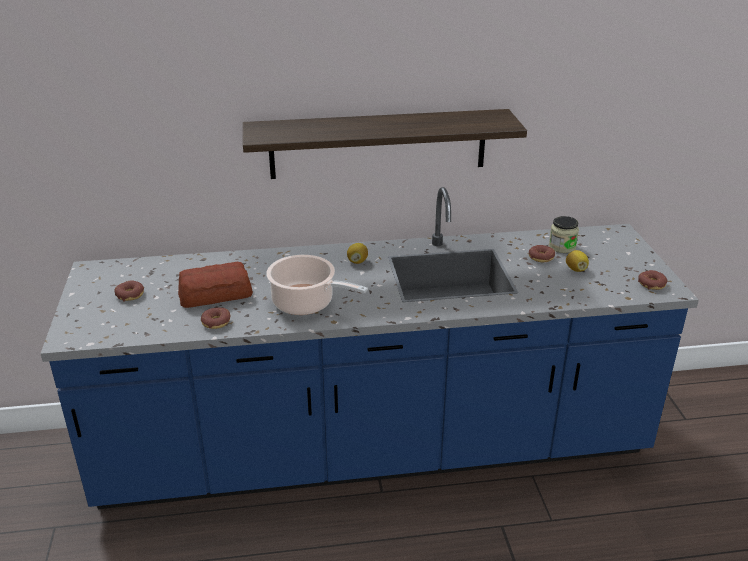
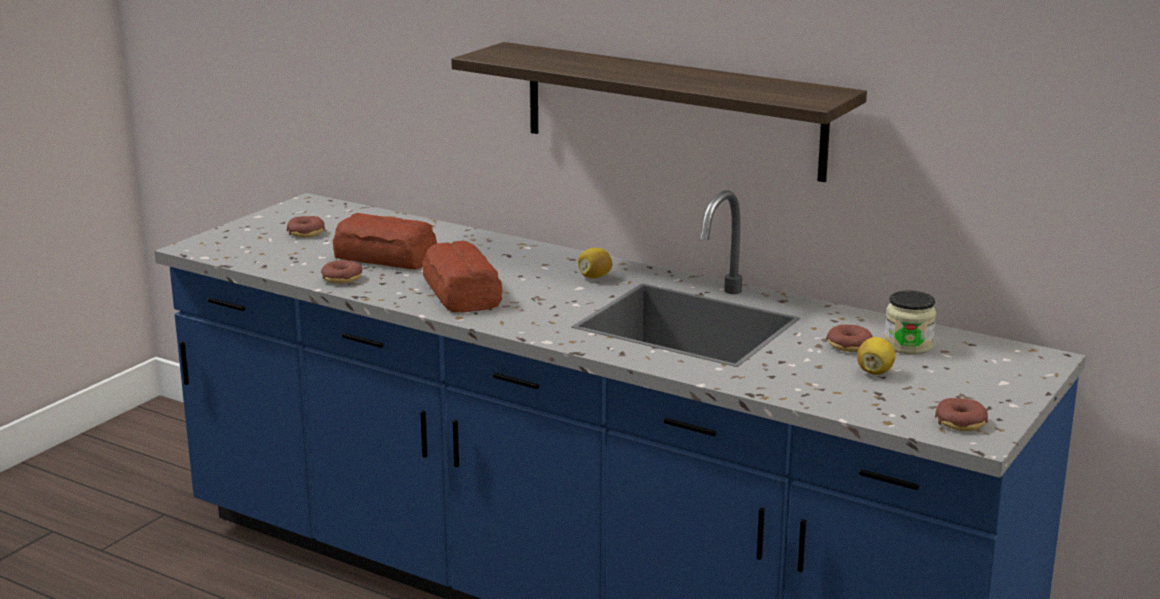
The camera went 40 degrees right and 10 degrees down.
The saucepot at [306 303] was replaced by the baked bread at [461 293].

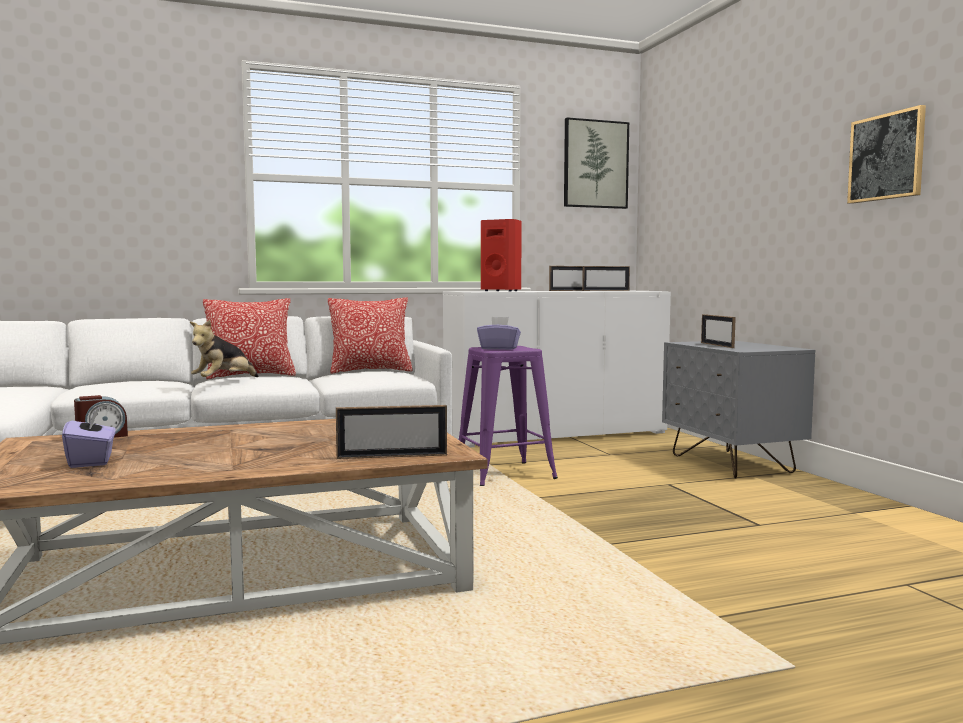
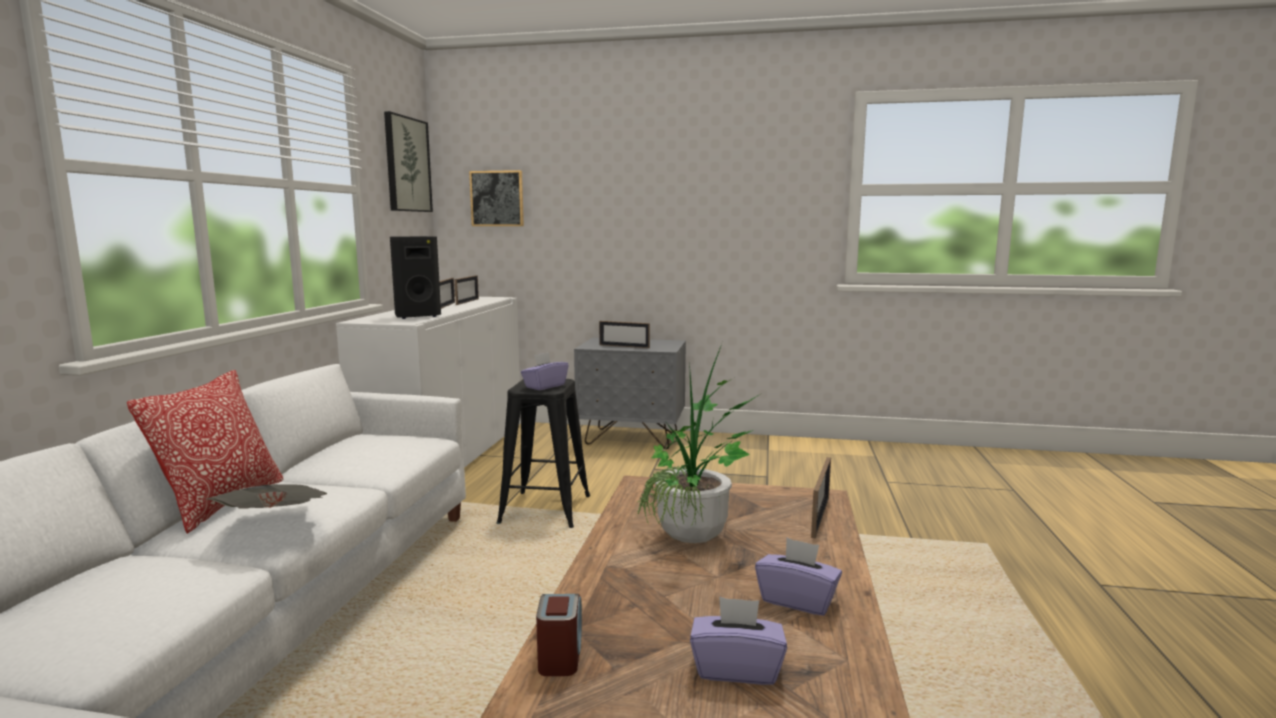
The camera went 60 degrees left and 5 degrees up.
The soft toy at [223 381] was replaced by the printed paper at [275 524].
The red speaker at [502 291] became the black speaker at [416 316].
The wall picture moved from [886 157] to [497 198].
The purple-coloured stool at [504 474] became the black stool at [545 509].
The plant in a pot at [693 544] appeared.
The purple-coloured tissue holder at [797 600] appeared.
The cushion at [370 371] disappeared.

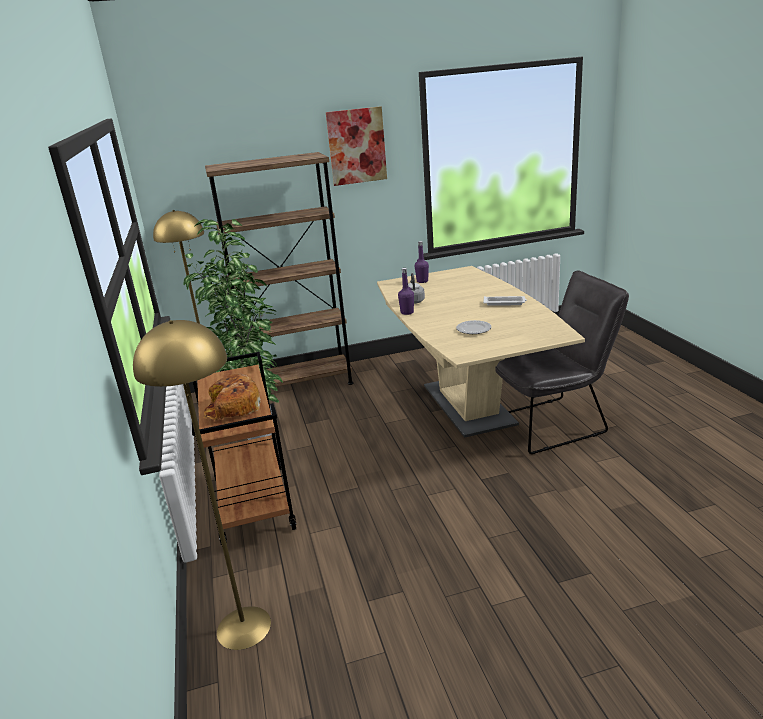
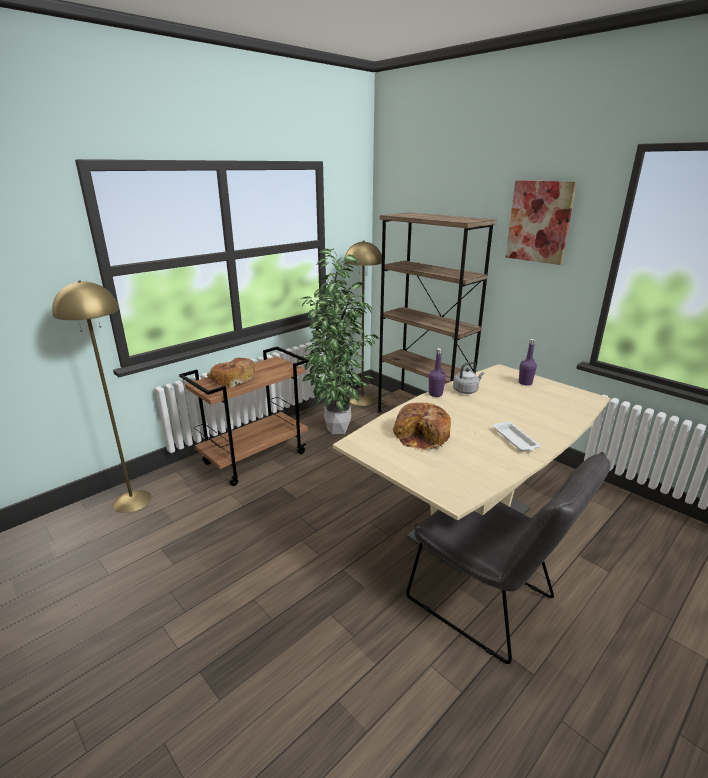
The camera went 60 degrees right and 0 degrees up.
The dinner plate at [473 329] was replaced by the baked bread at [423 435].

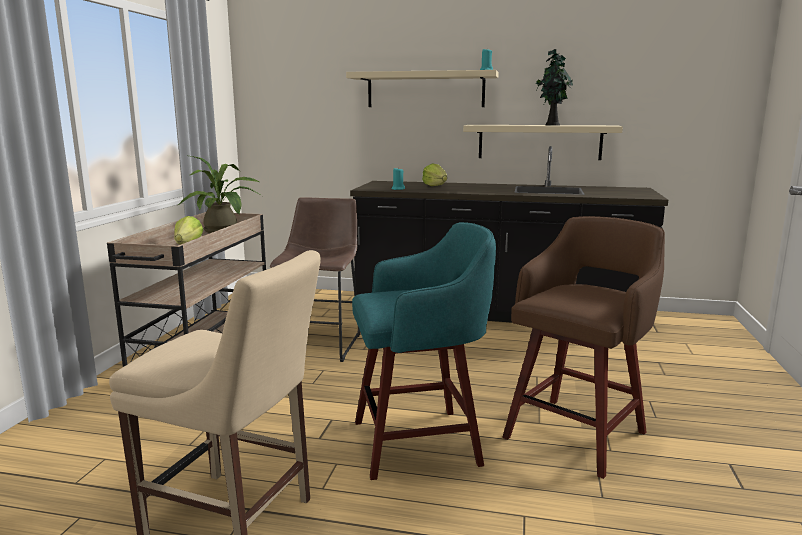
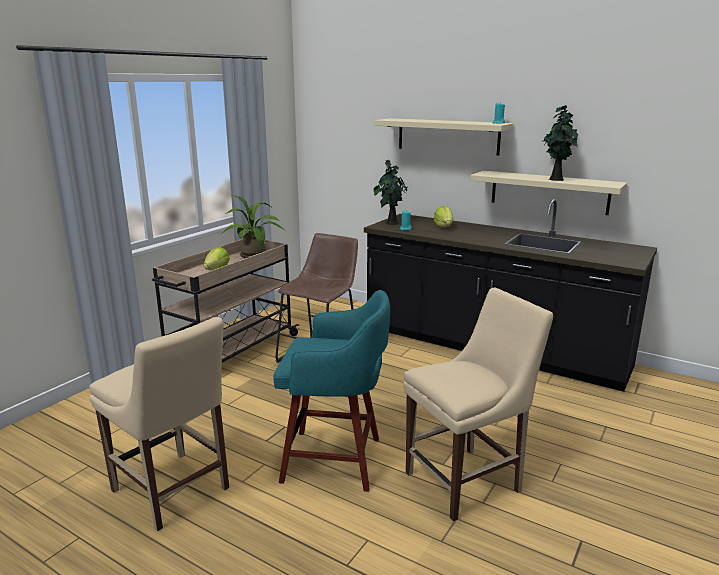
The camera went 20 degrees right and 5 degrees up.
The plant in a pot at [391 223] appeared.
The brown stool at [577 433] was replaced by the beige-coloured chair at [467 480].

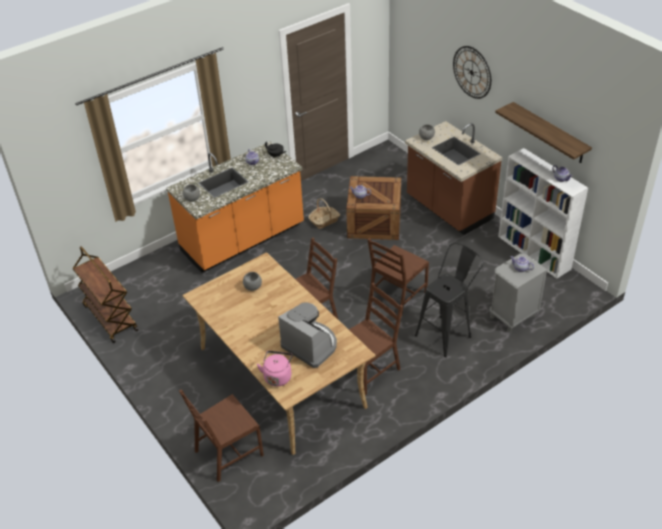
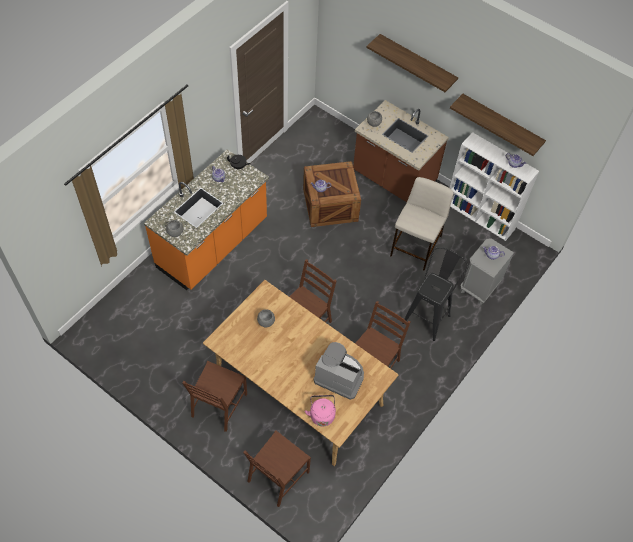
The camera went 20 degrees left and 15 degrees up.
The brown chair moved from [397 296] to [218 405].
The clock on the wall at [472 72] was replaced by the shelf at [417 62].
The beige-coloured stool at [416 246] appeared.
The brown cart at [110 318] disappeared.
The household basket at [324 221] disappeared.

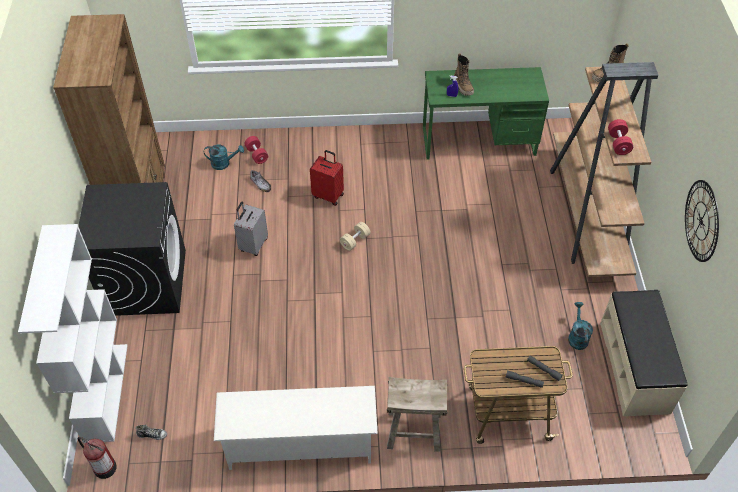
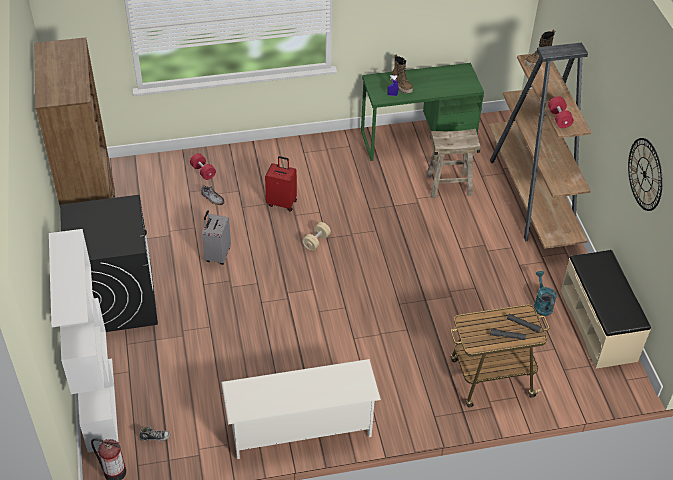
The camera went 10 degrees left and 5 degrees down.
The beige-coloured stool moved from [413 431] to [449 185].
The turquoise sprinkling can at [224 163] disappeared.

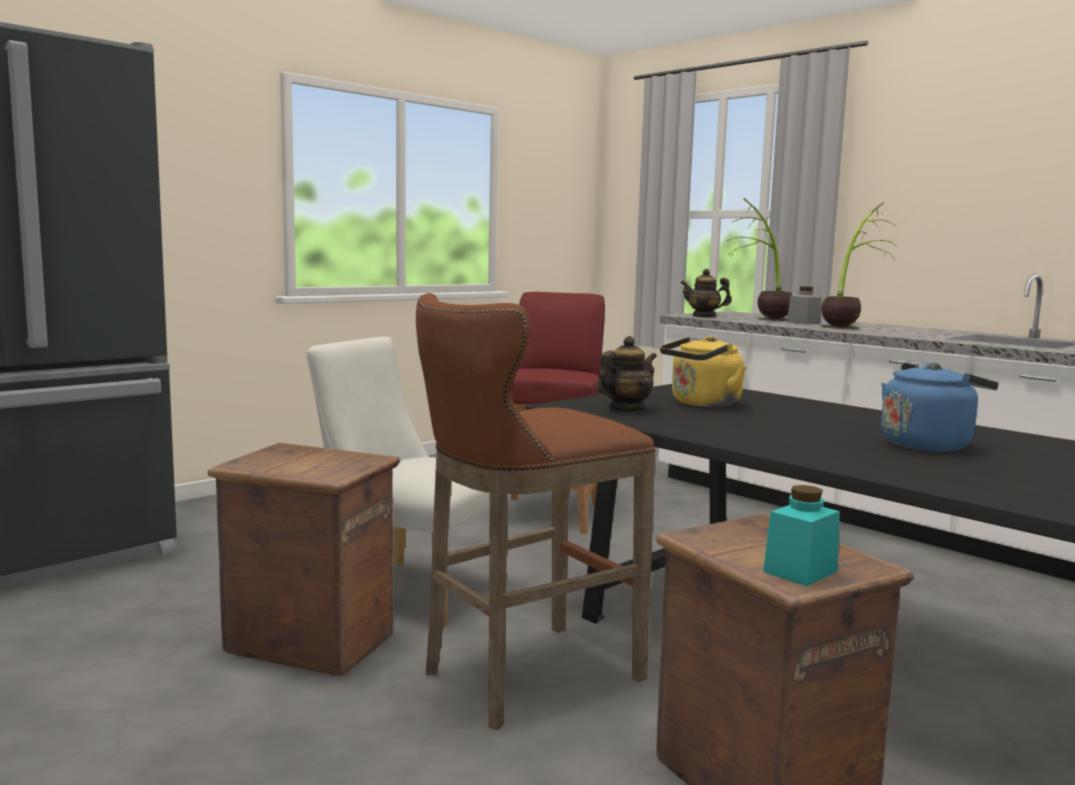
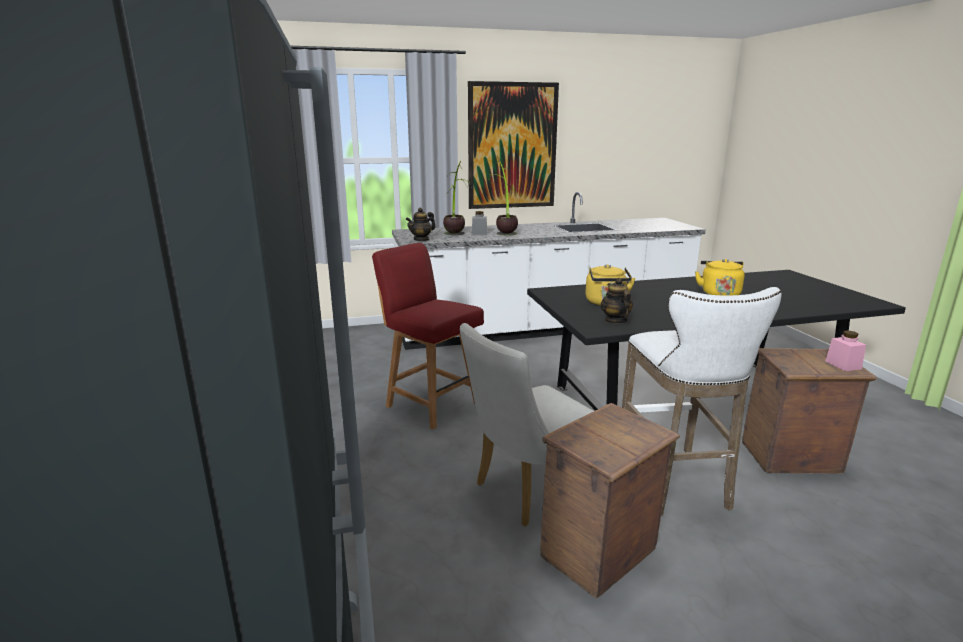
The camera went 60 degrees left and 10 degrees up.
The wall picture at [512 146] appeared.
The brown stool at [523 678] became the white stool at [675 484].
The blue-coloured kettle at [928 445] became the yellowish kettle at [718 294].
The turquoise jar at [800 571] became the pink-coloured jar at [843 365].

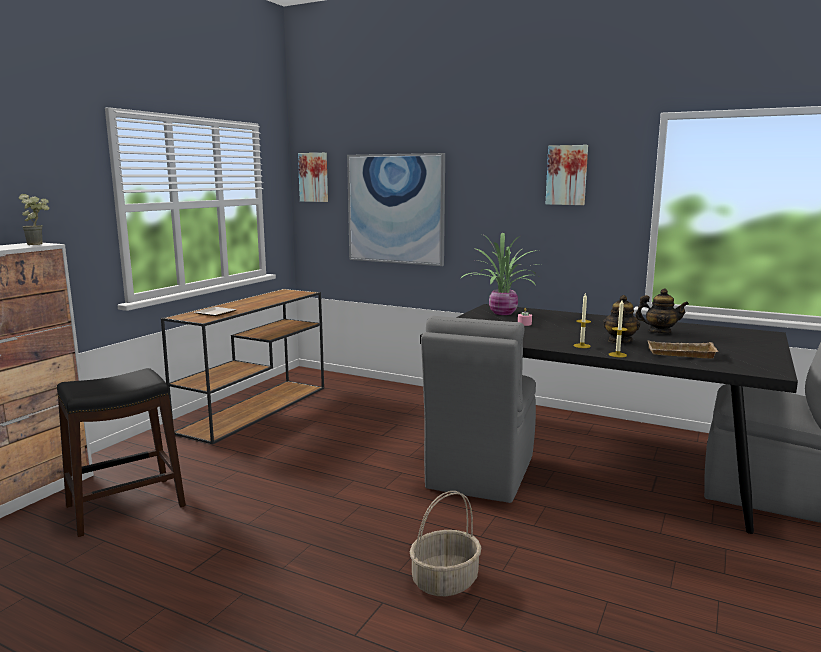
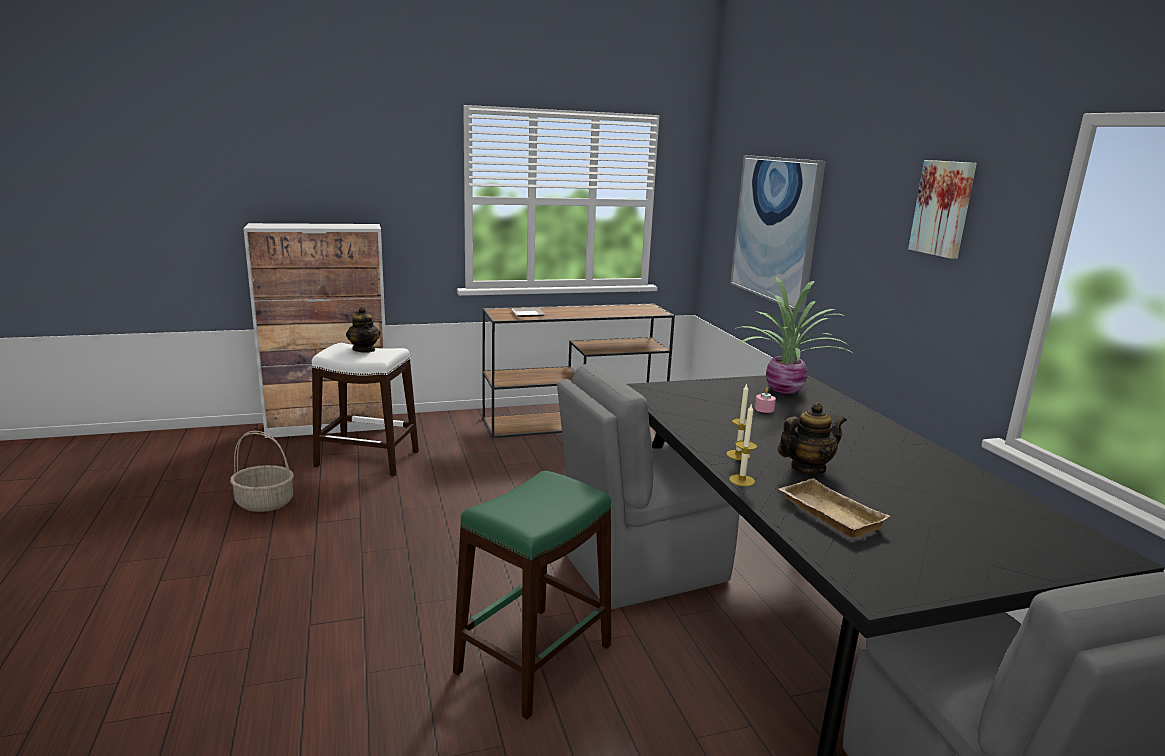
The camera went 45 degrees right and 5 degrees up.
The household basket moved from [445 580] to [265 503].
The black stool at [125 505] became the white stool at [367 458].
The teapot moved from [659 332] to [364 350].
The green-coloured stool at [535 659] appeared.
The plant in a pot at [39 244] disappeared.
The wall picture at [314 177] disappeared.

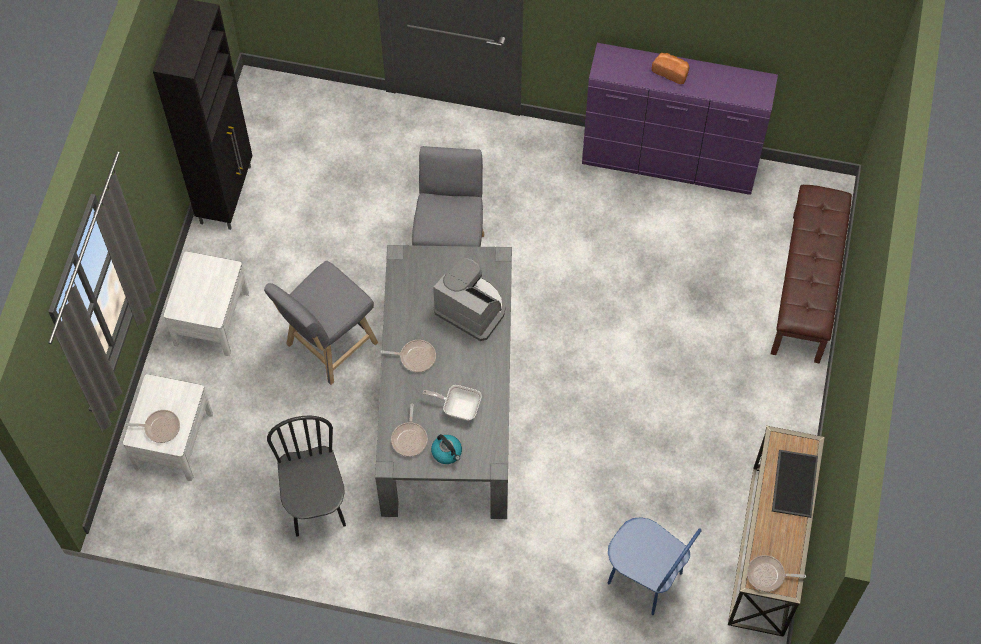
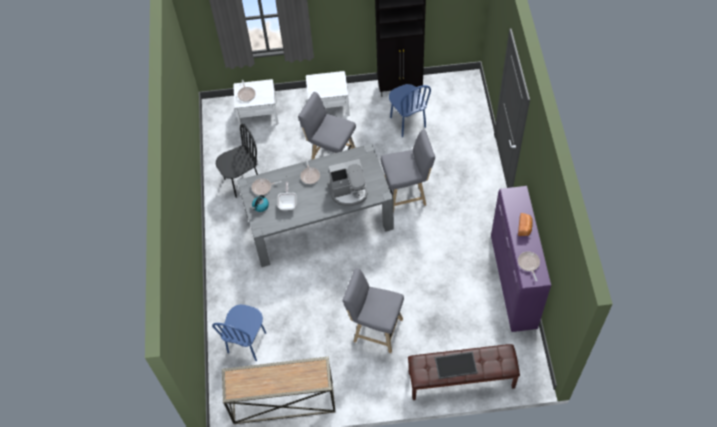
The camera went 75 degrees right and 5 degrees down.
The coffee maker at [472 307] turned 60 degrees clockwise.
The grey stool at [375 329] appeared.
The blue-coloured chair at [407 122] appeared.
The carrying tray moved from [793 483] to [456 364].
The pan moved from [768 575] to [528 264].

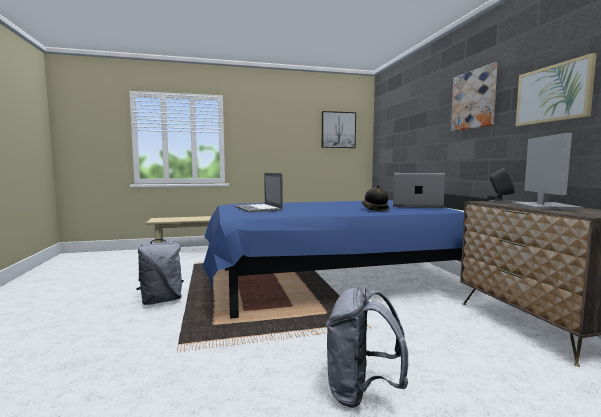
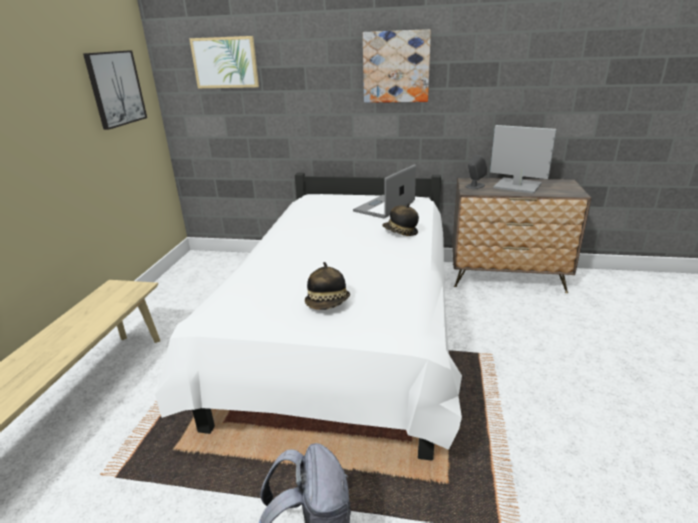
The camera went 65 degrees left and 20 degrees up.
The blue-coloured bedroom bed at [336 280] became the white bedroom bed at [345 333].
The wall picture moved from [553 94] to [225 62].
The portable computer at [257 208] was replaced by the wearable hat at [328 304].
The grey backpack at [361 392] disappeared.

